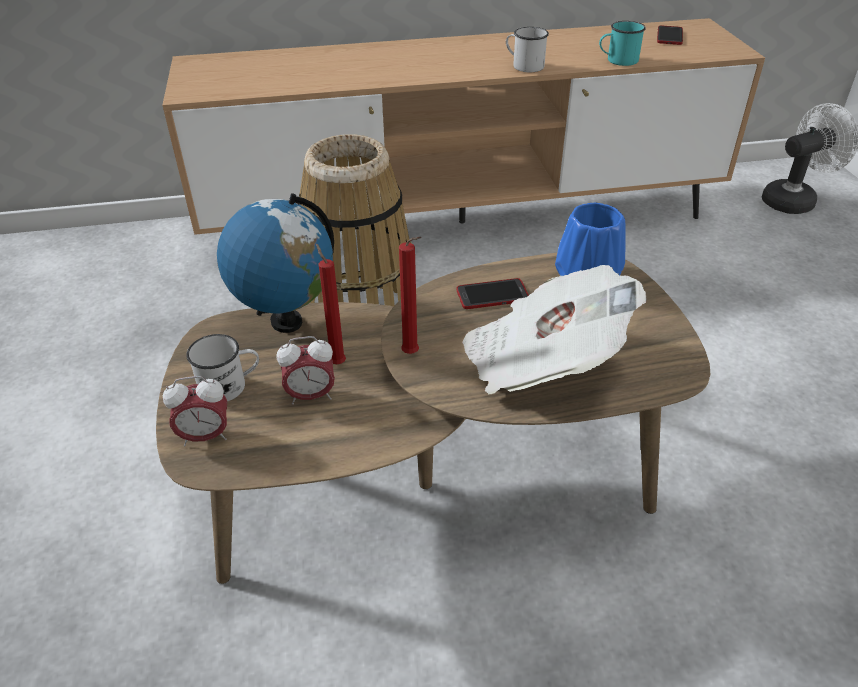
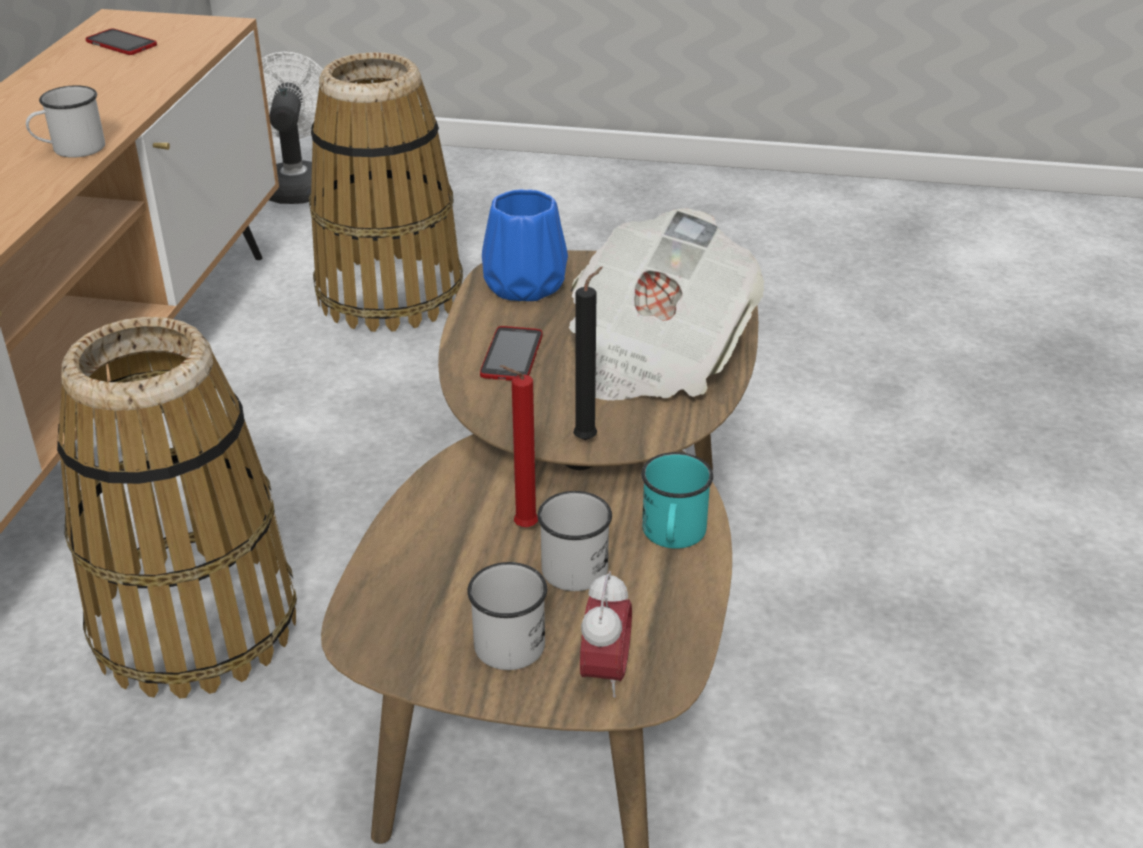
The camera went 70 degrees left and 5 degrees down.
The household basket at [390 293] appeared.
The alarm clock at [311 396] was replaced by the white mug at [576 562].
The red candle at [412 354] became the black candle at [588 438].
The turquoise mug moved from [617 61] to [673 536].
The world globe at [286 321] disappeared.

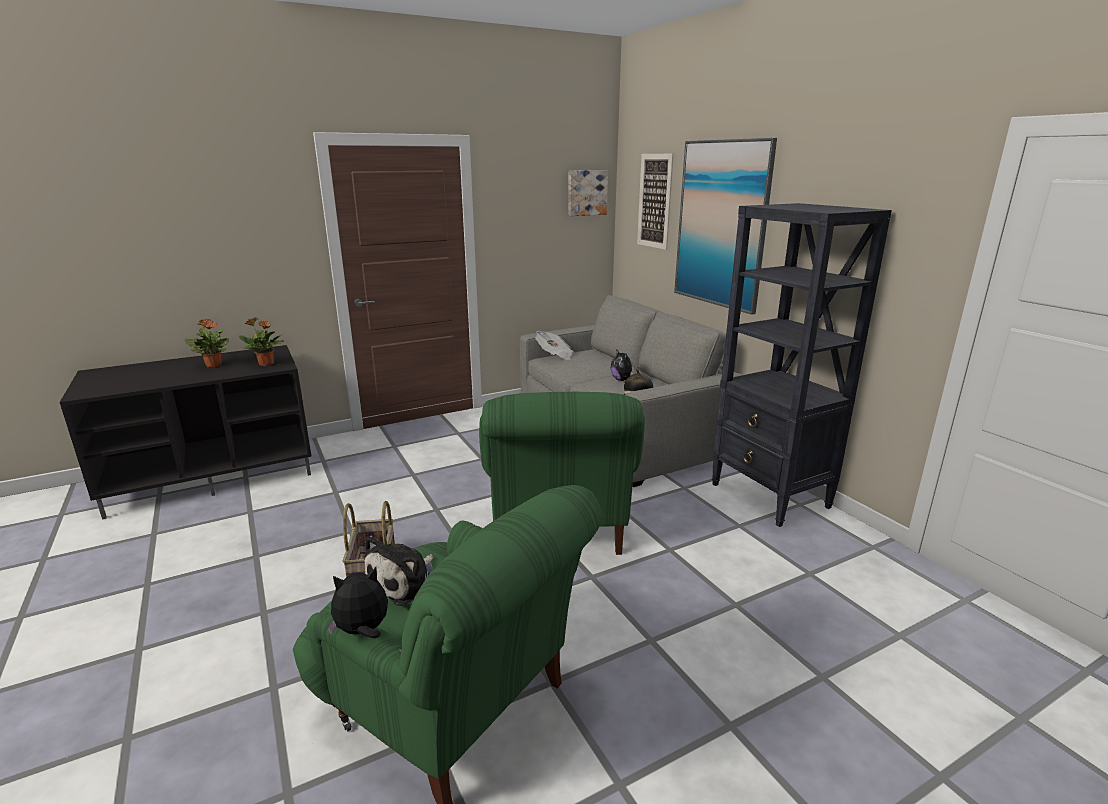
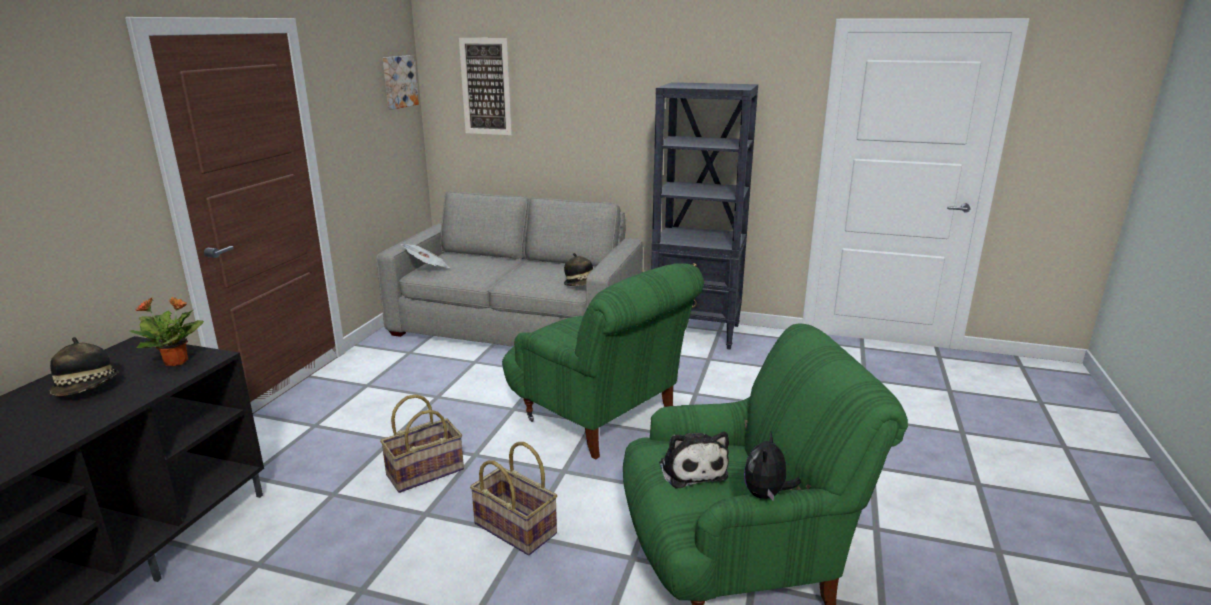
The camera went 45 degrees left and 0 degrees up.
The plant in a pot at [214 365] was replaced by the wearable hat at [88 389].
The household basket at [425 471] appeared.
The soft toy at [622 380] disappeared.
The wall picture at [721 224] disappeared.

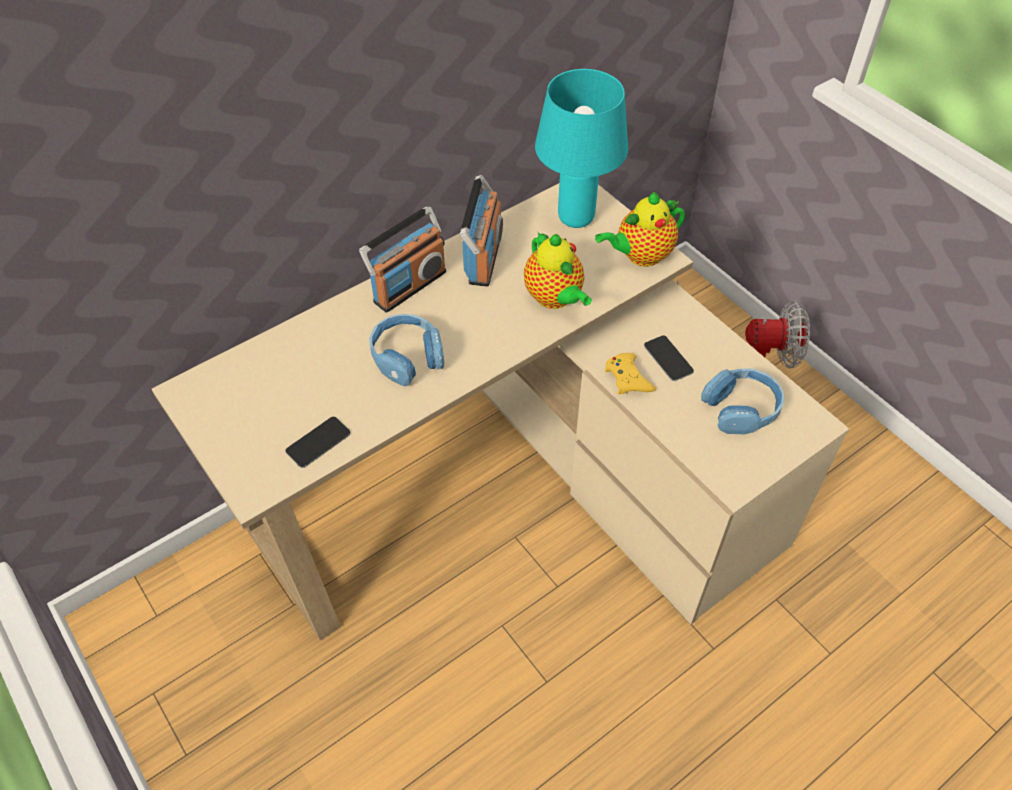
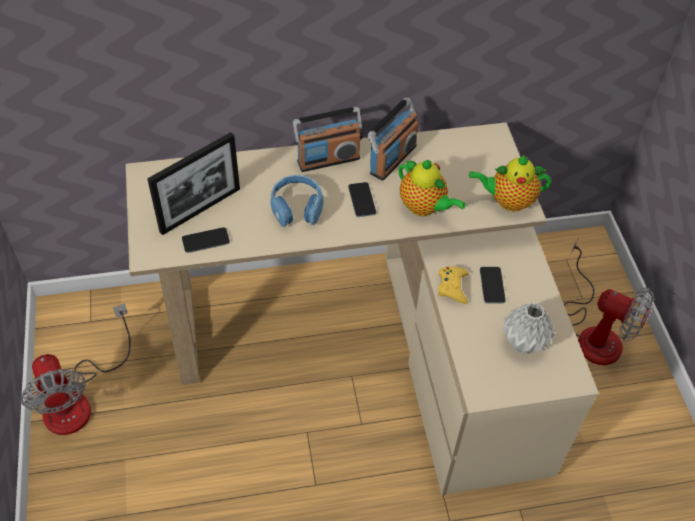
The camera went 25 degrees right and 0 degrees up.
The cooling fan at [78 399] appeared.
The photo frame at [200 210] appeared.
The handset at [362 200] appeared.
The teapot at [555 299] turned 45 degrees counterclockwise.
The blue-coloured headset at [741 408] was replaced by the grey decorative vase at [523 343].
The turquoise tabletop lamp at [576 219] disappeared.

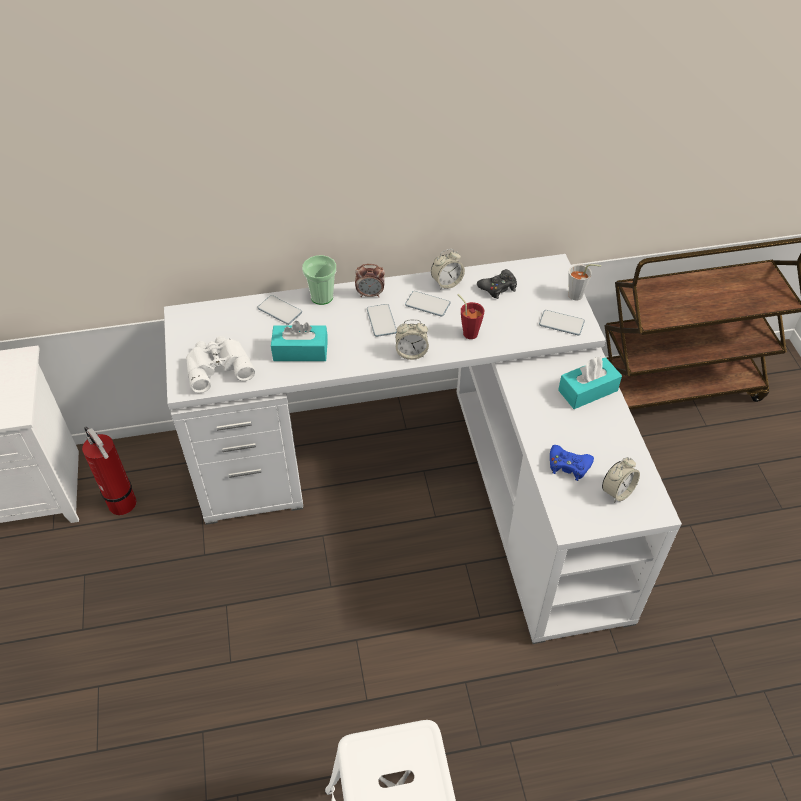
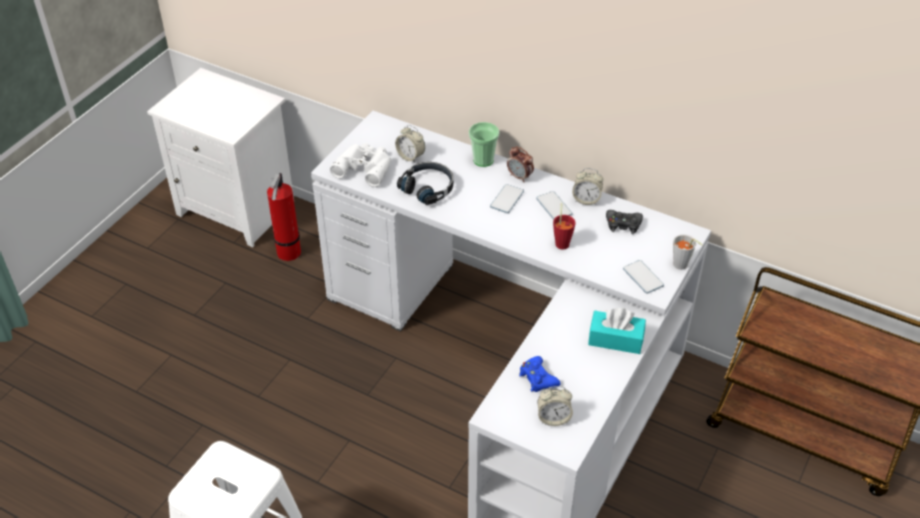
The camera went 40 degrees right and 5 degrees down.
The alarm clock moved from [411 353] to [410 156].
The turquoise tissue holder at [300 351] was replaced by the black headset at [428 188].
The handset at [279 310] disappeared.

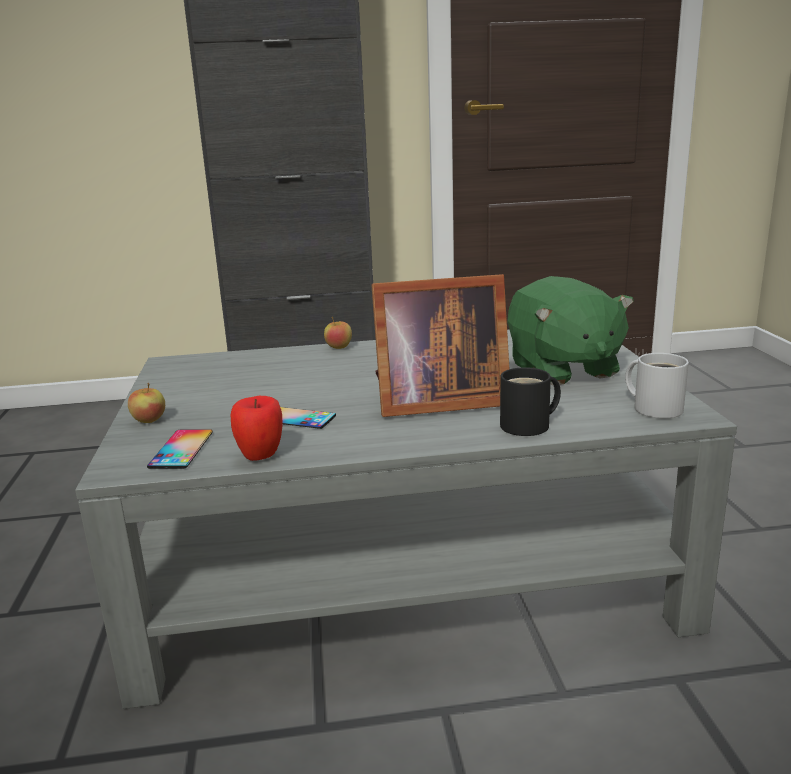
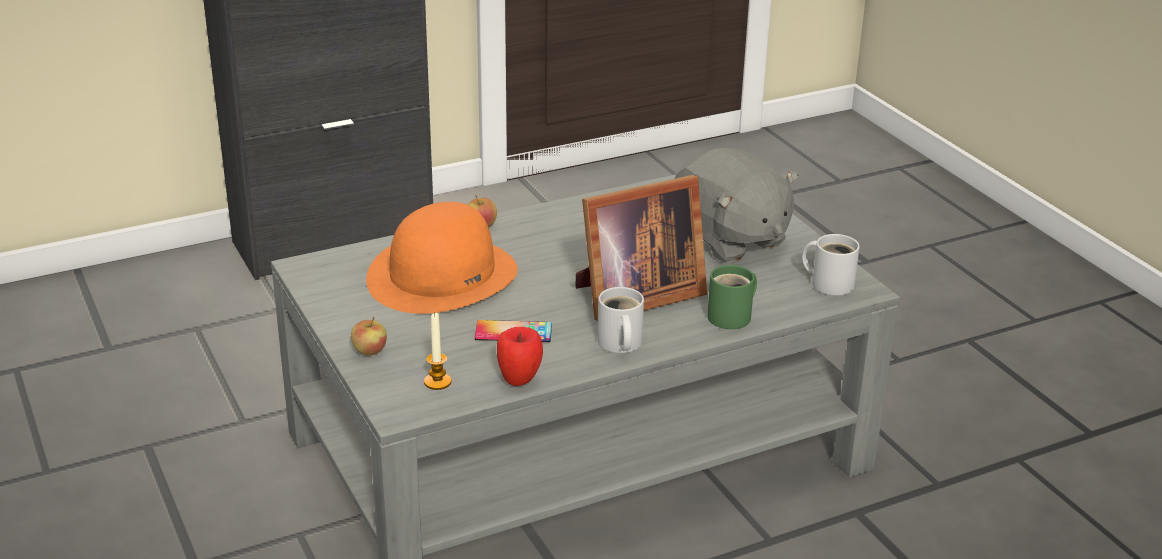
The camera went 20 degrees left and 10 degrees up.
The orangey wearable hat at [442 275] appeared.
The handset at [181 449] was replaced by the candle at [437 382].
The white mug at [619 344] appeared.
The green-coloured soft toy at [562 369] became the grey soft toy at [730 240].
The black mug at [529 425] became the green-coloured mug at [733 316].

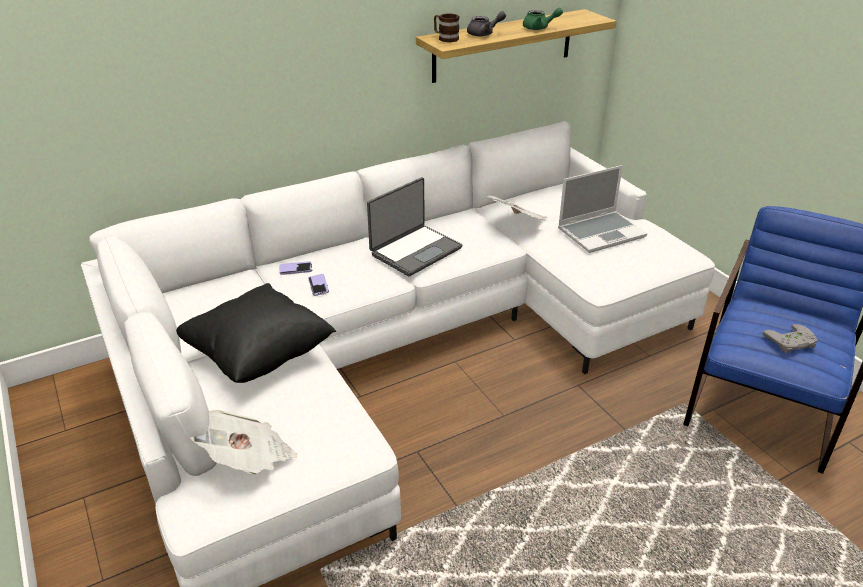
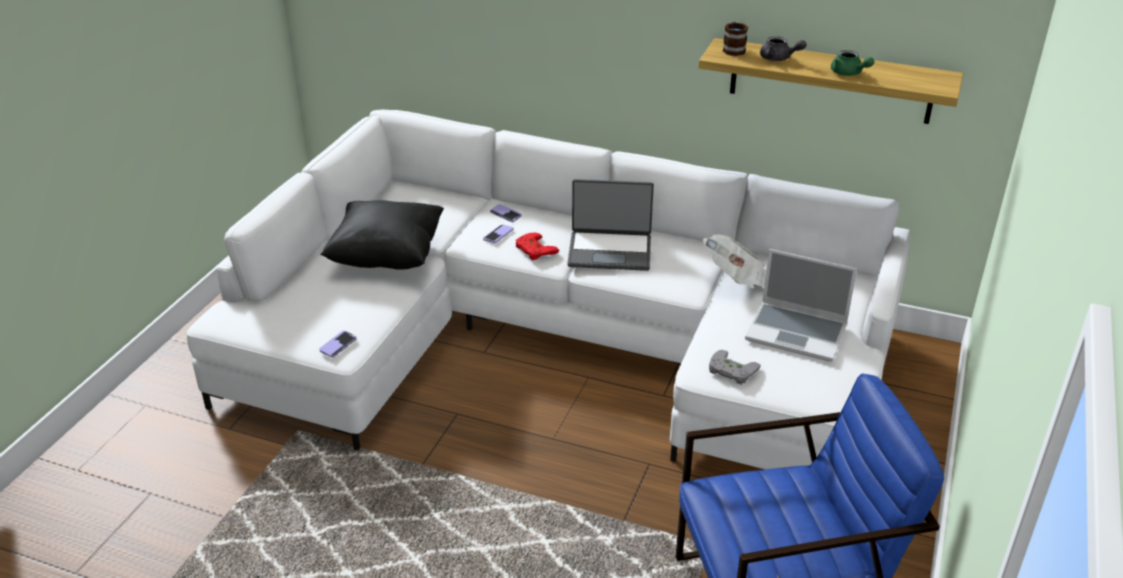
The camera went 50 degrees right and 0 degrees up.
The handset at [338 345] appeared.
The red game controller at [533 250] appeared.
The grey game controller moved from [791 343] to [730 371].
The printed paper at [248 459] disappeared.

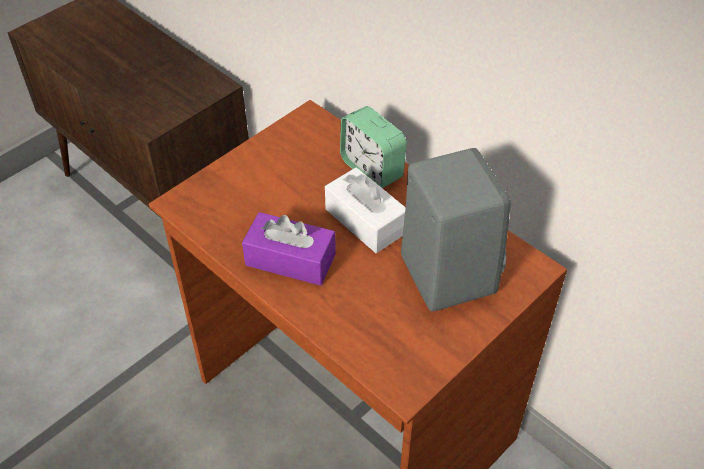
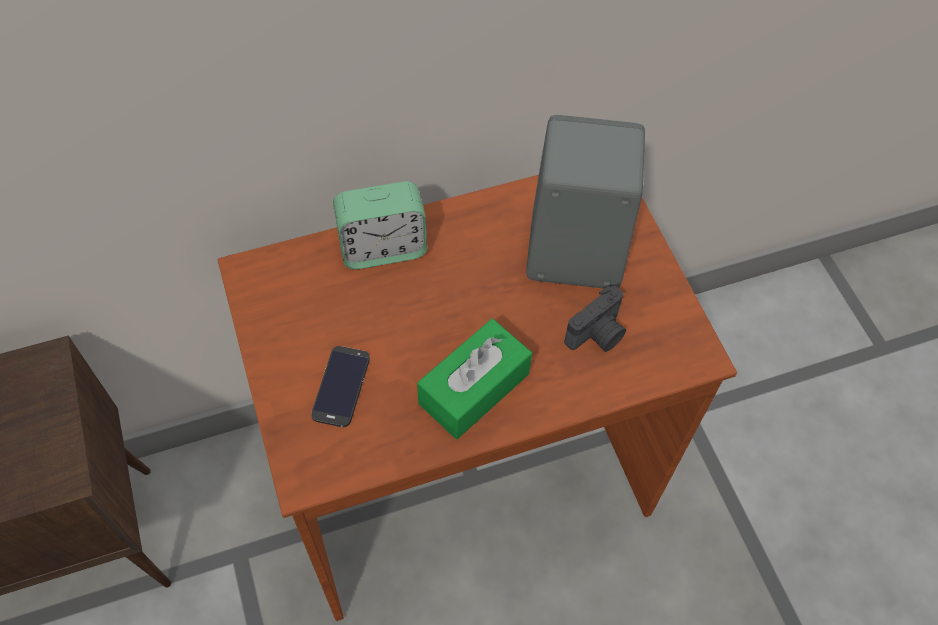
The camera went 65 degrees left and 10 degrees up.
The handset at [341 386] appeared.
The purple-coloured tissue holder at [290 259] became the green-coloured tissue holder at [474 388].
The photo camera at [597 335] appeared.
The white tissue holder at [365 221] disappeared.

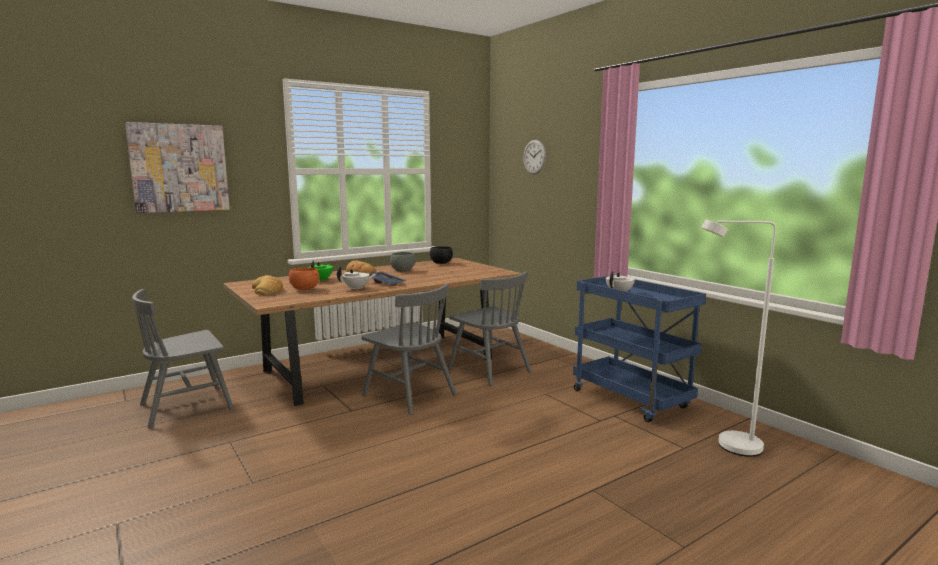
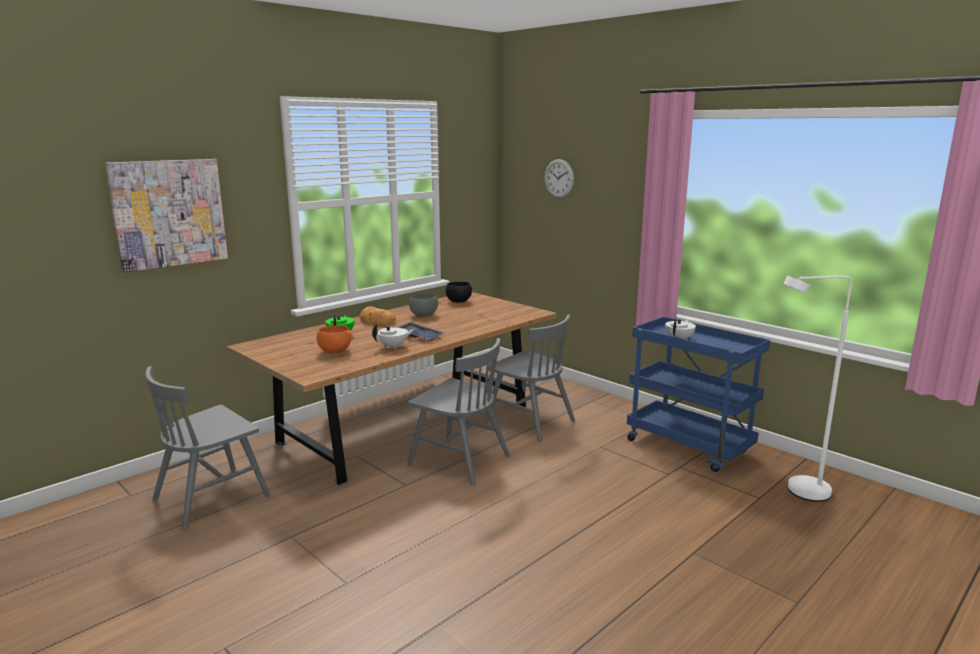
The camera went 10 degrees left and 5 degrees up.
The baked bread at [267 290] disappeared.

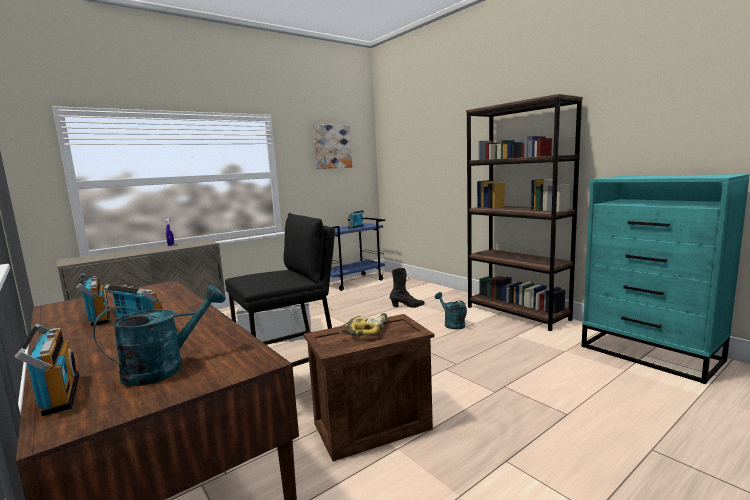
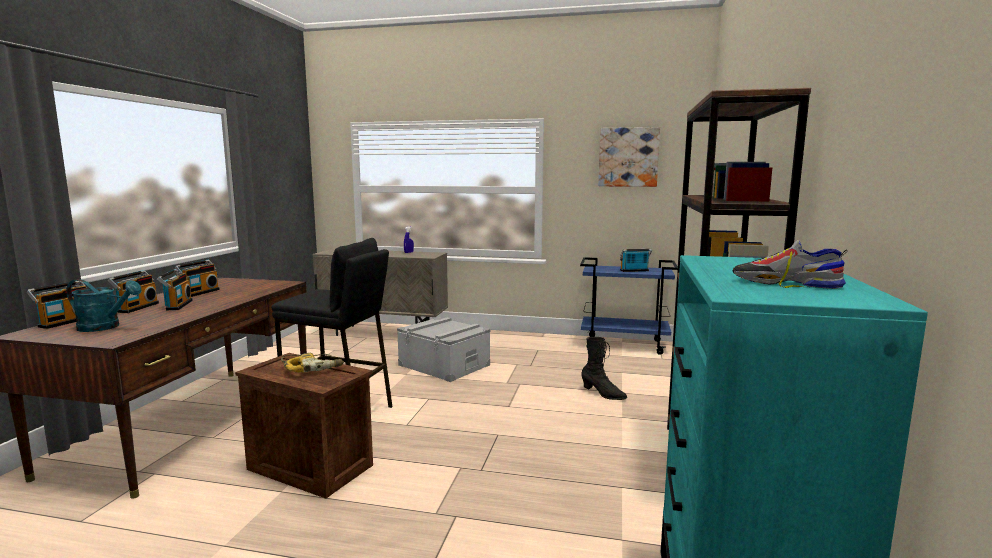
The camera went 50 degrees right and 0 degrees up.
The radio at [137 307] appeared.
The shoe at [785 283] appeared.
The turquoise sprinkling can at [451 324] disappeared.

